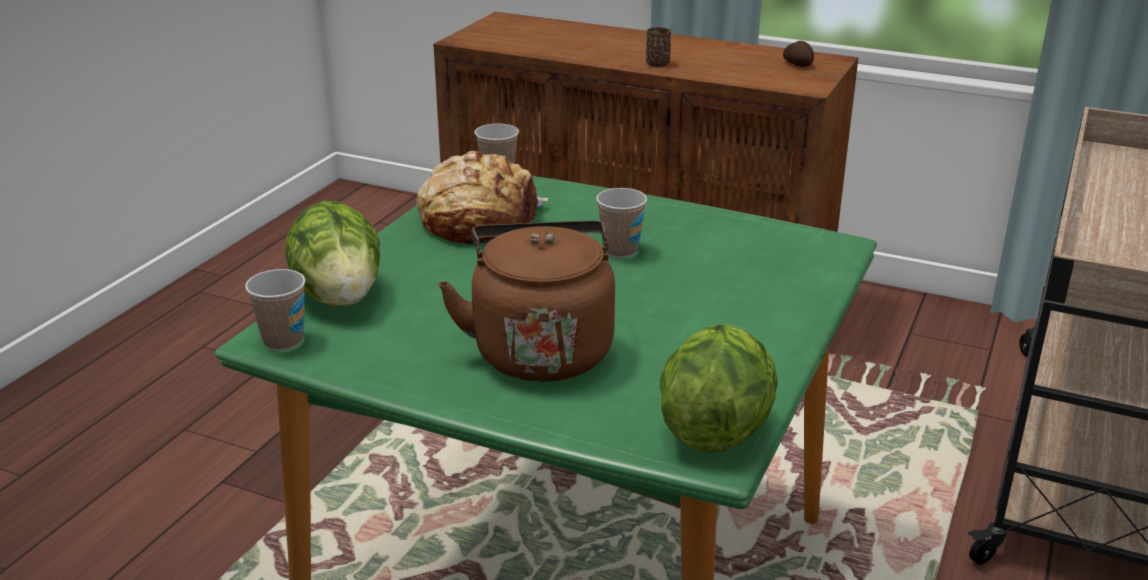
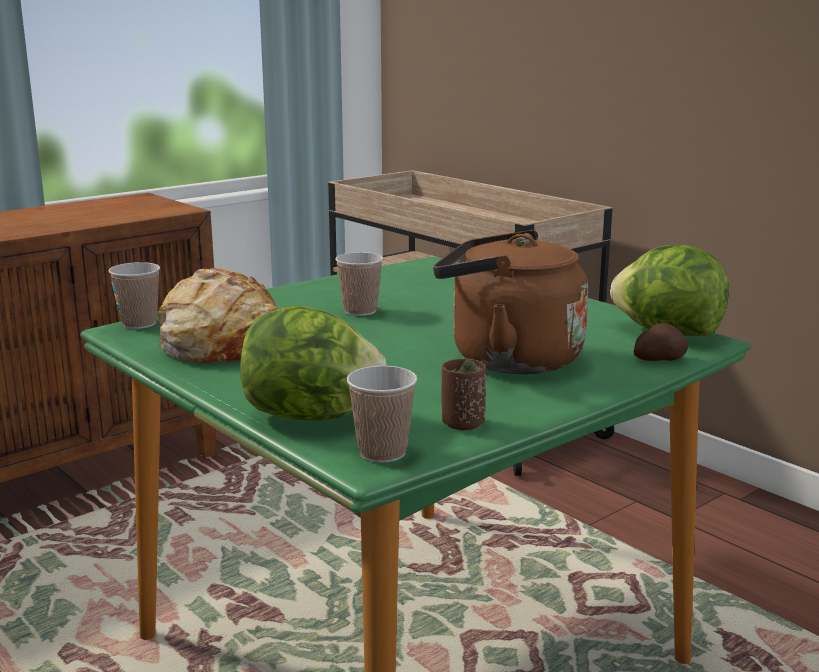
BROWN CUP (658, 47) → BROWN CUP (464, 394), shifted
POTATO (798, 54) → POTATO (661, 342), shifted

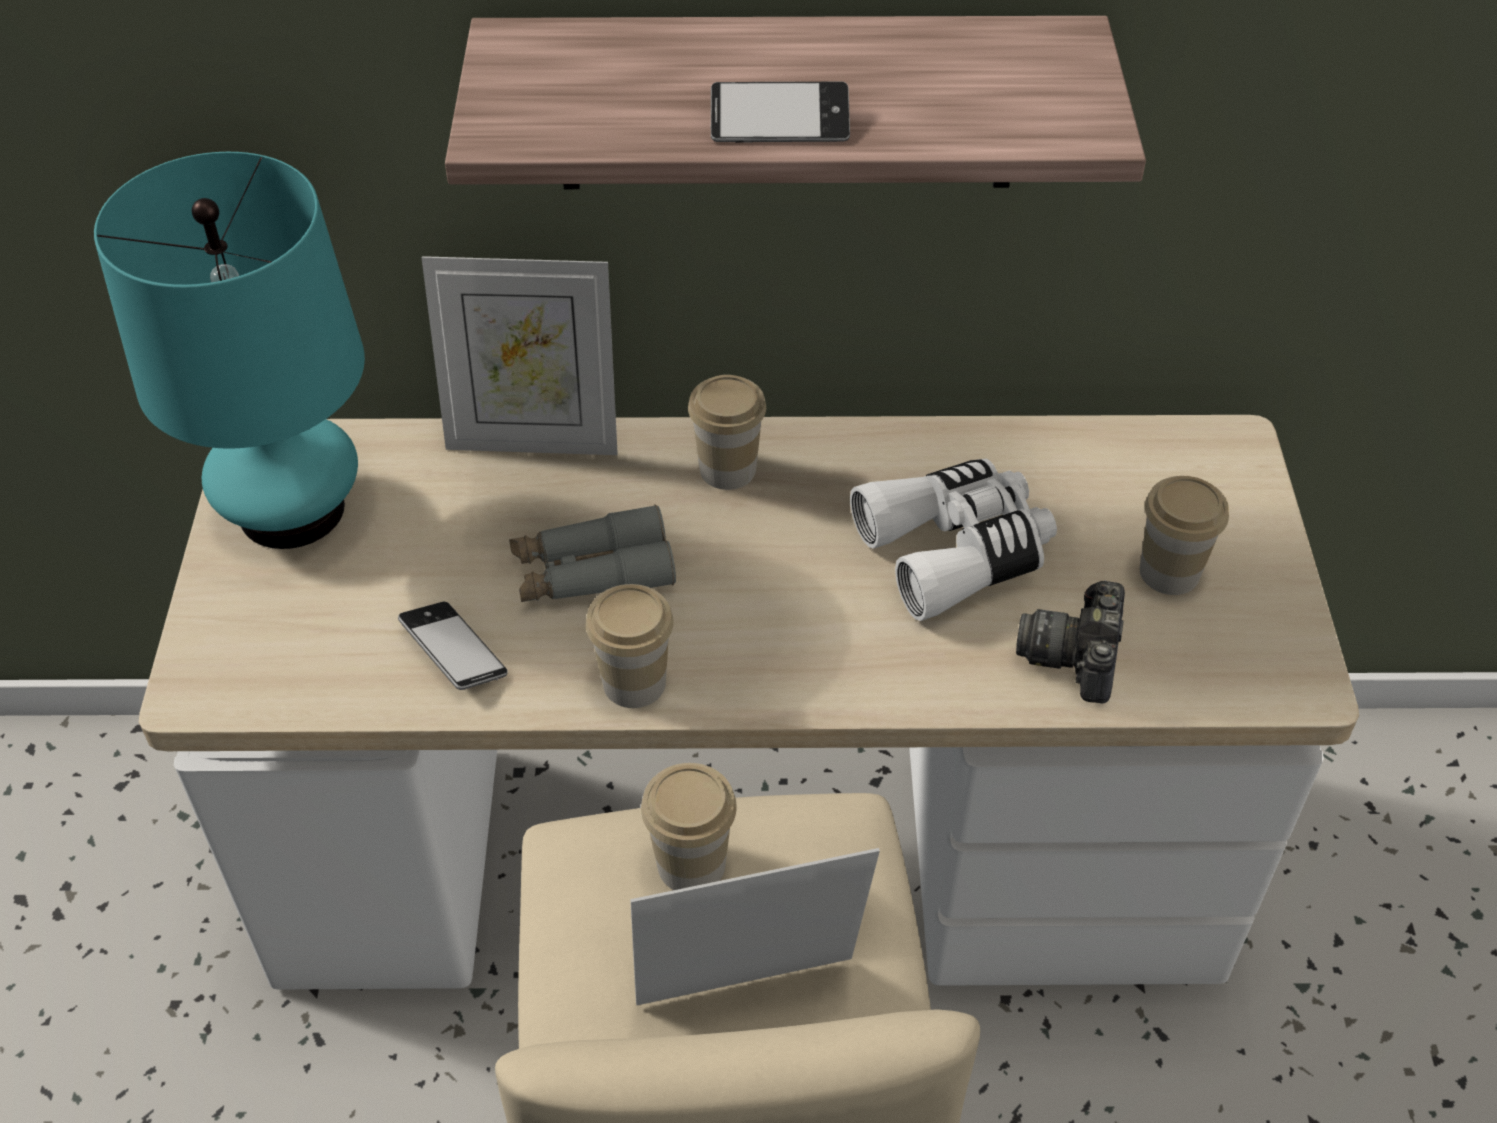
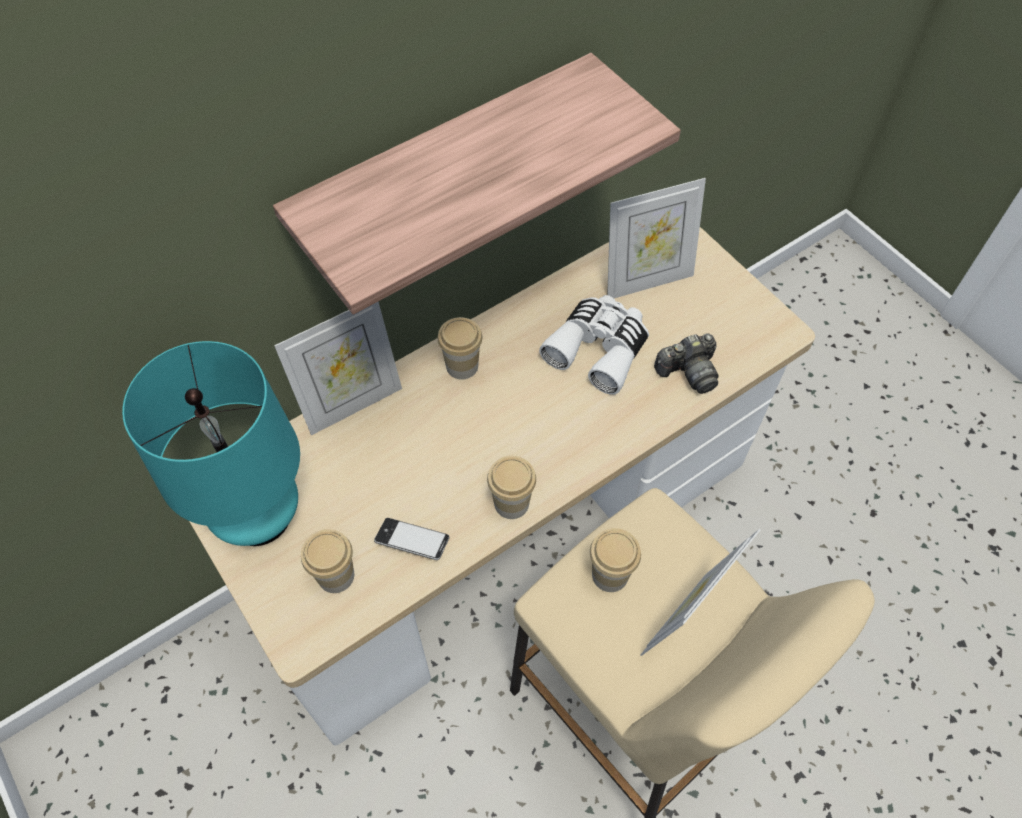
GREY BINOCULARS (592, 553) → -
PHONE (780, 112) → -
PHOTO CAMERA (1070, 642) → PHOTO CAMERA (686, 364), 90 degrees counterclockwise
CUP (1184, 535) → CUP (327, 561), shifted
- → PICTURE FRAME (656, 238)

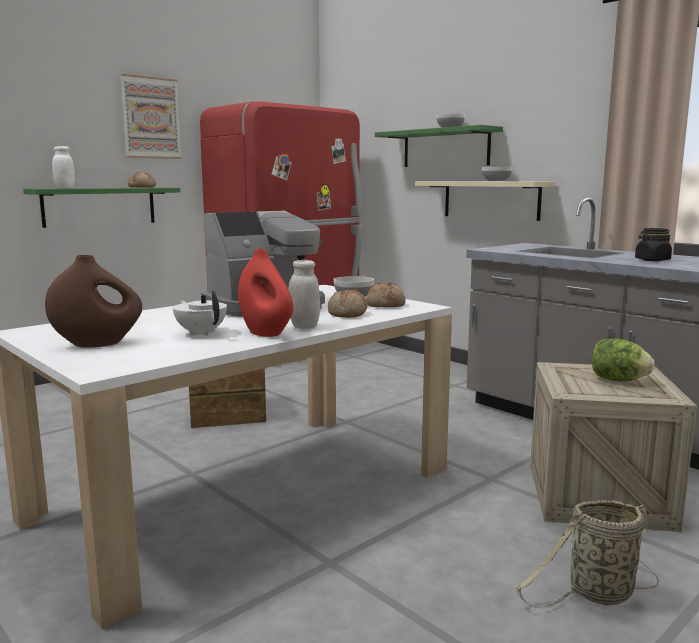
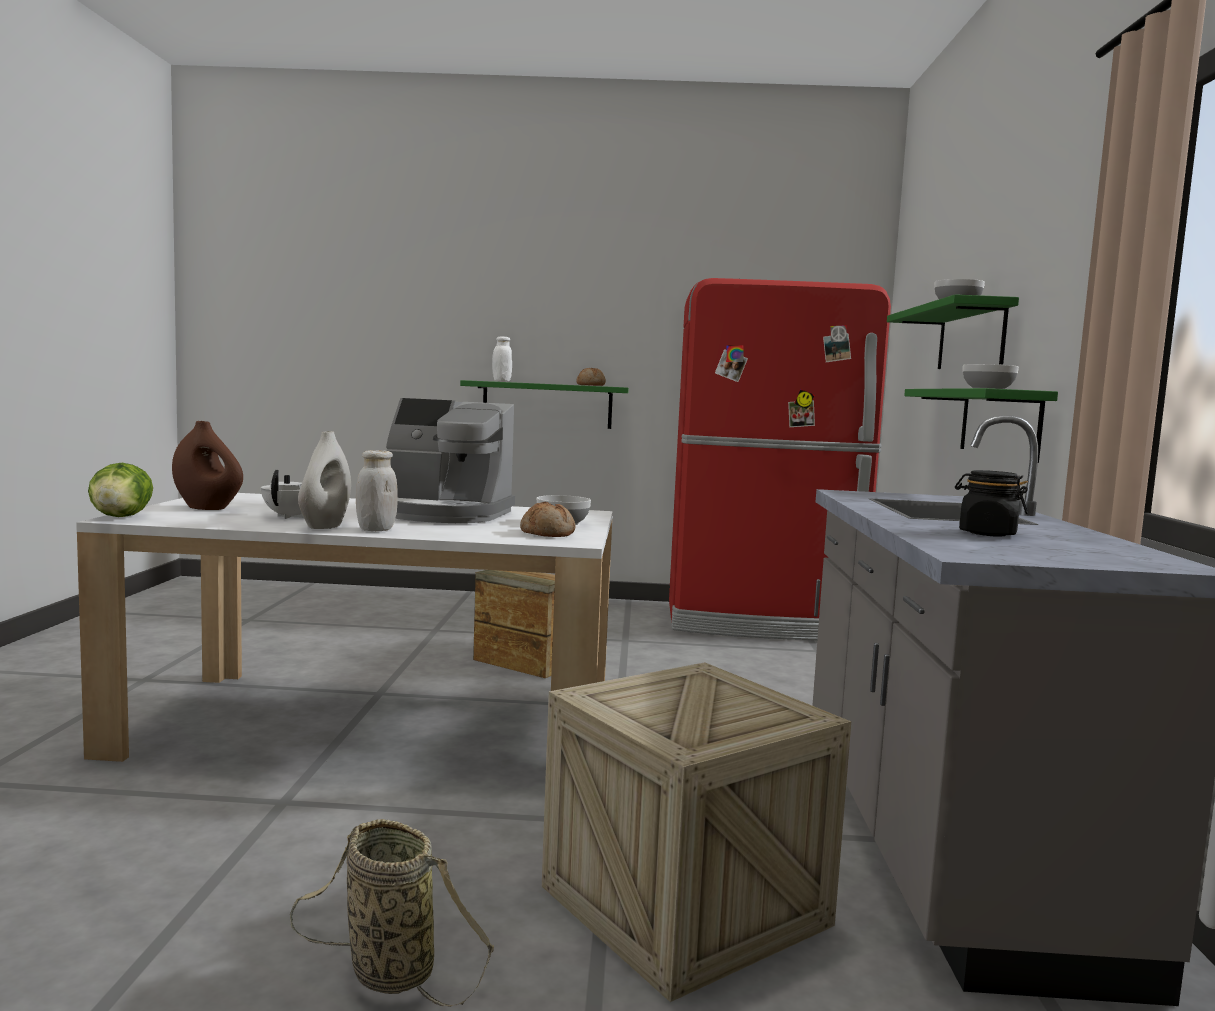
PICTURE (151, 116) → -
RED VASE (265, 293) → WHITE VASE (324, 480)
BREAD (347, 303) → -
BEIGE SHELF (485, 201) → GREEN SHELF (981, 425)
LETTUCE (623, 360) → LETTUCE (120, 490), shifted

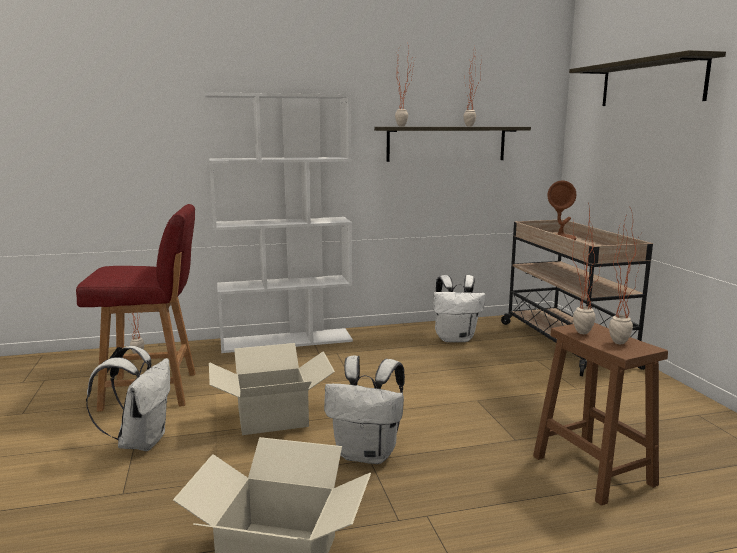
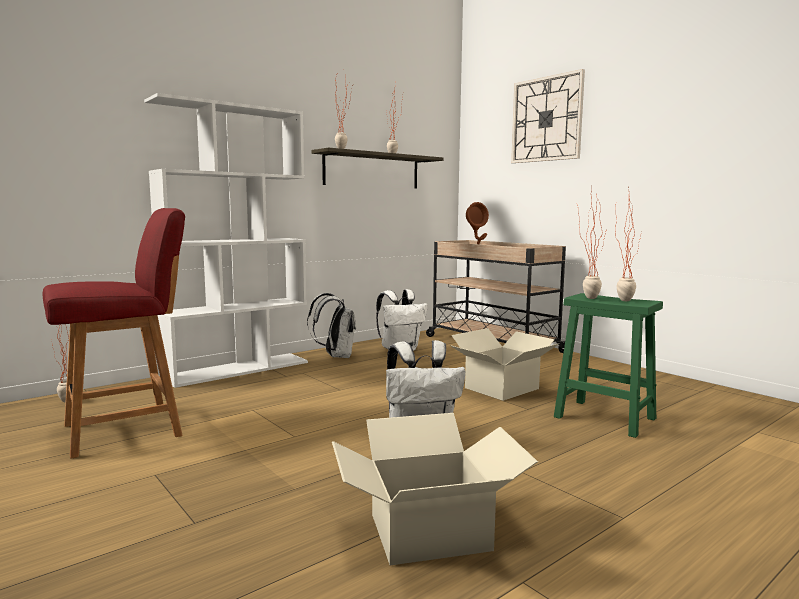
WHITE BACKPACK (128, 398) → WHITE BACKPACK (331, 325), shifted
CARDBOARD BOX (272, 389) → CARDBOARD BOX (504, 364), shifted
BROWN STOOL (600, 414) → GREEN STOOL (608, 365)
SHELF (647, 78) → WALL CLOCK (548, 116)

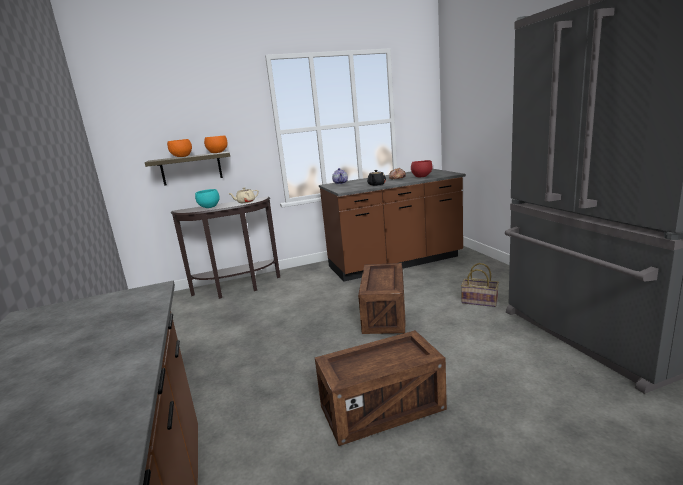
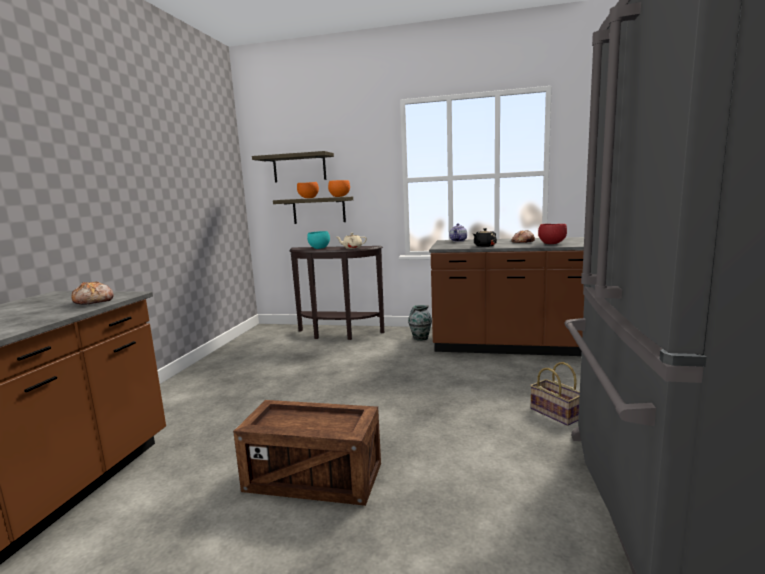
CRATE (382, 298) → -
- → BREAD (92, 293)
- → SHELF (293, 166)
- → VASE (420, 323)

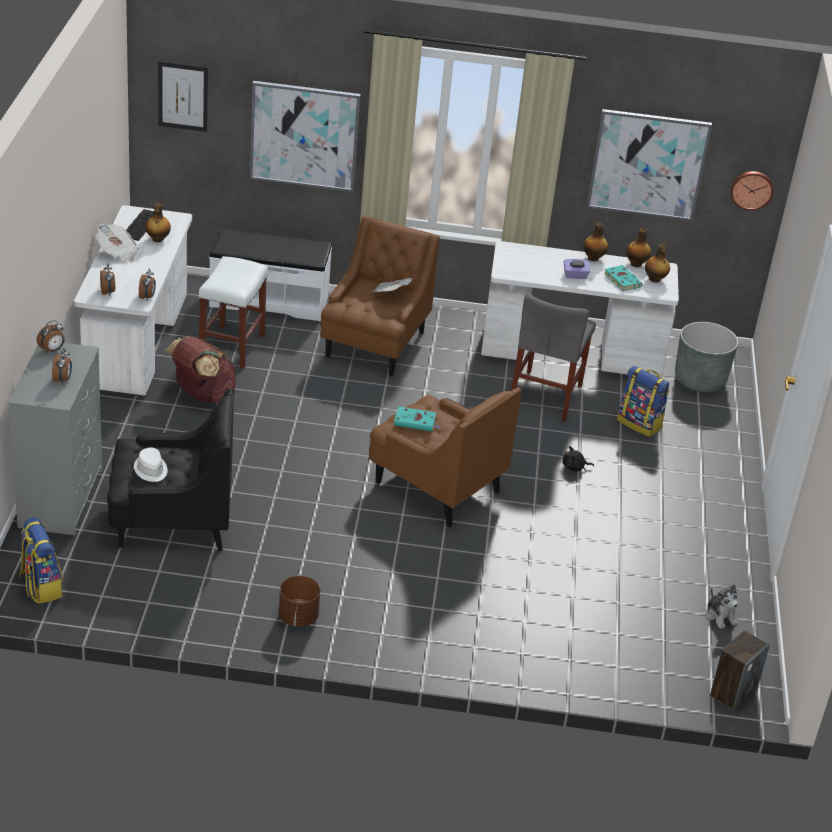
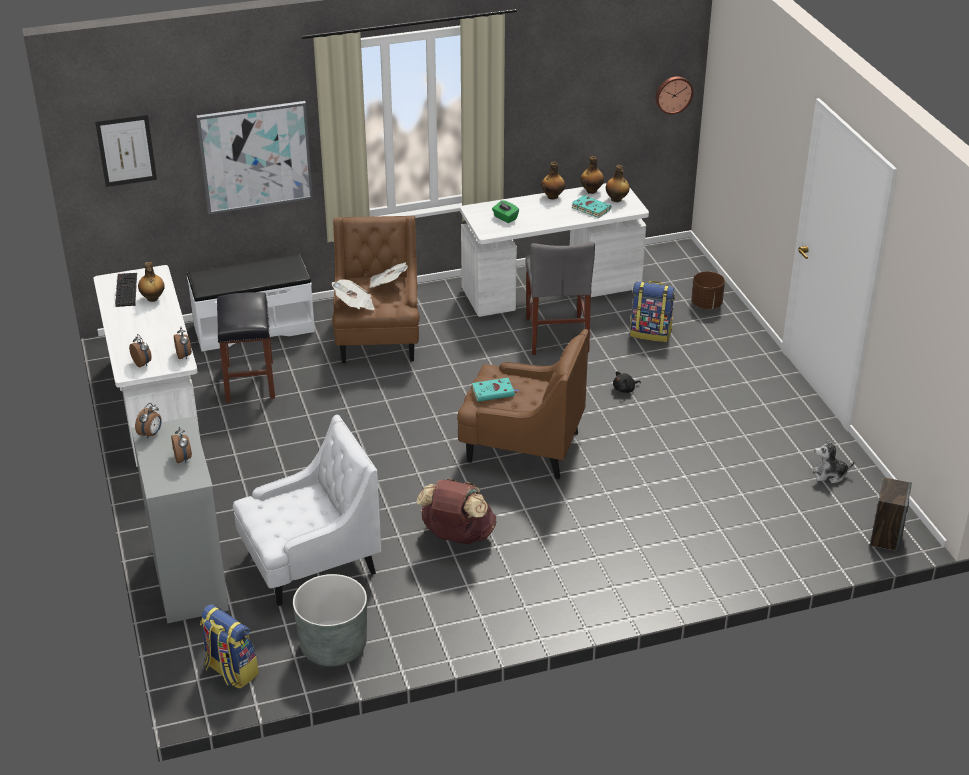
NEWSPAPER (117, 243) → NEWSPAPER (353, 294), shifted
BLACK ARMCHAIR (170, 469) → WHITE ARMCHAIR (307, 510)
WHITE HAT (151, 465) → -
BROWN BACKPACK (201, 369) → BROWN BACKPACK (456, 511), shifted
WHITE STOOL (233, 312) → BLACK STOOL (246, 347)
BROWN PLANTER (299, 601) → BROWN PLANTER (708, 290), shifted
PURPLE TISSUE BOX (577, 269) → -
PICTURE (649, 165) → -
GREY PLANTER (706, 357) → GREY PLANTER (330, 620), shifted
PLUSH TOY (722, 606) → PLUSH TOY (834, 460), 135 degrees clockwise
- → GREEN TISSUE BOX (505, 211)

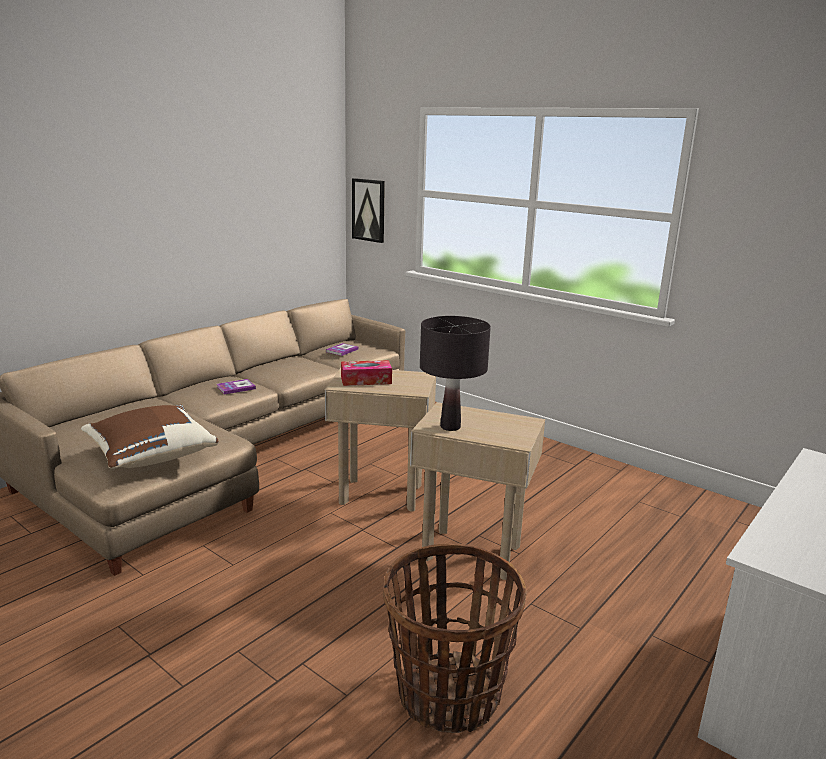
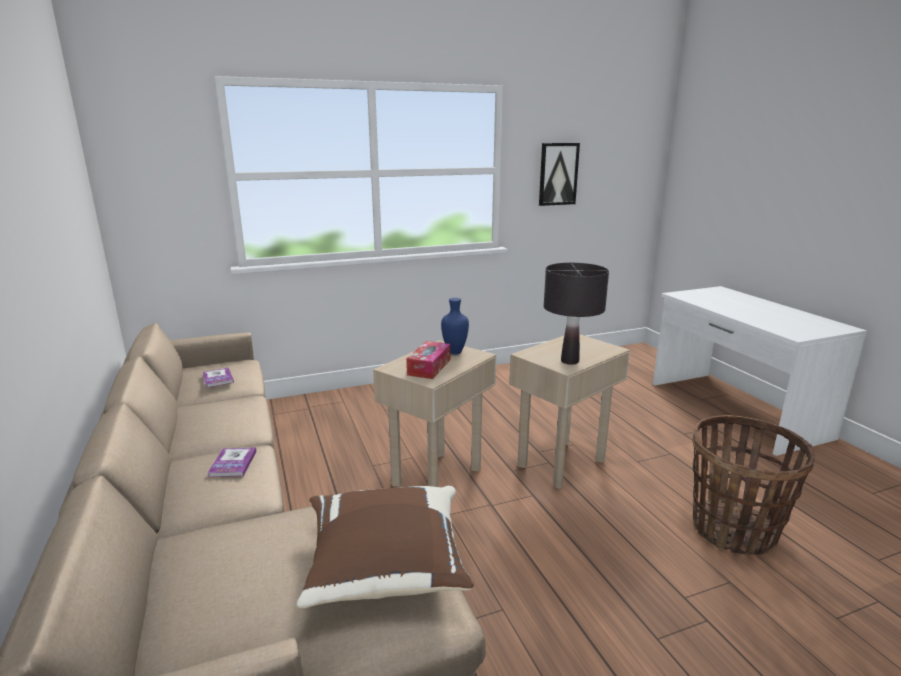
PICTURE (368, 210) → PICTURE (559, 174), shifted
- → BLUE VASE (455, 326)

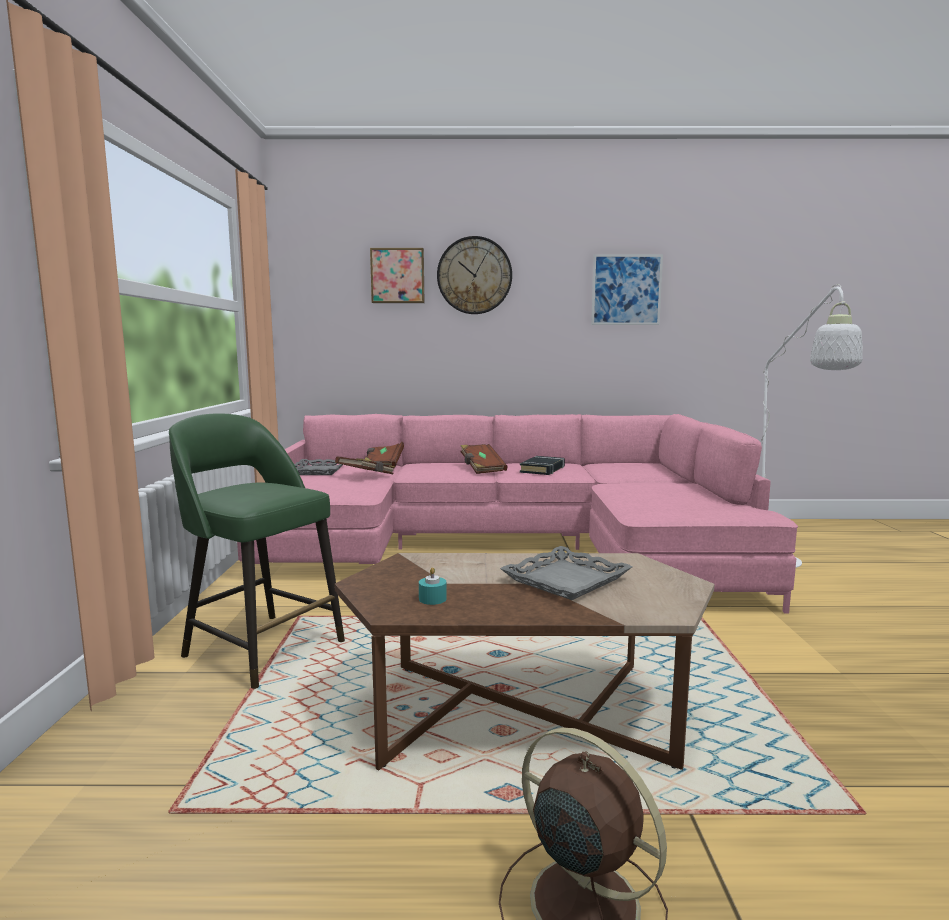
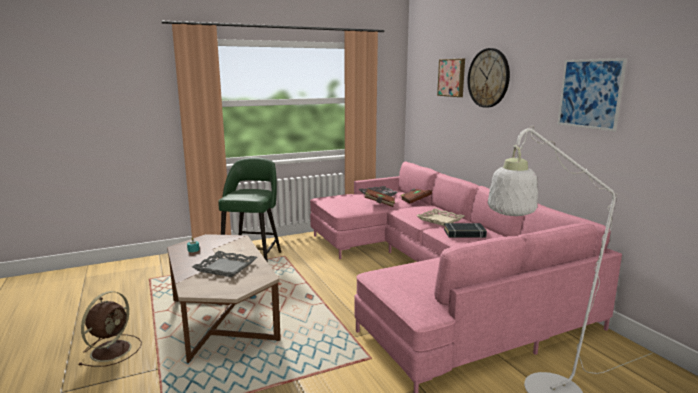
BROWN BOOK (484, 459) → BEIGE TRAY (440, 217)

